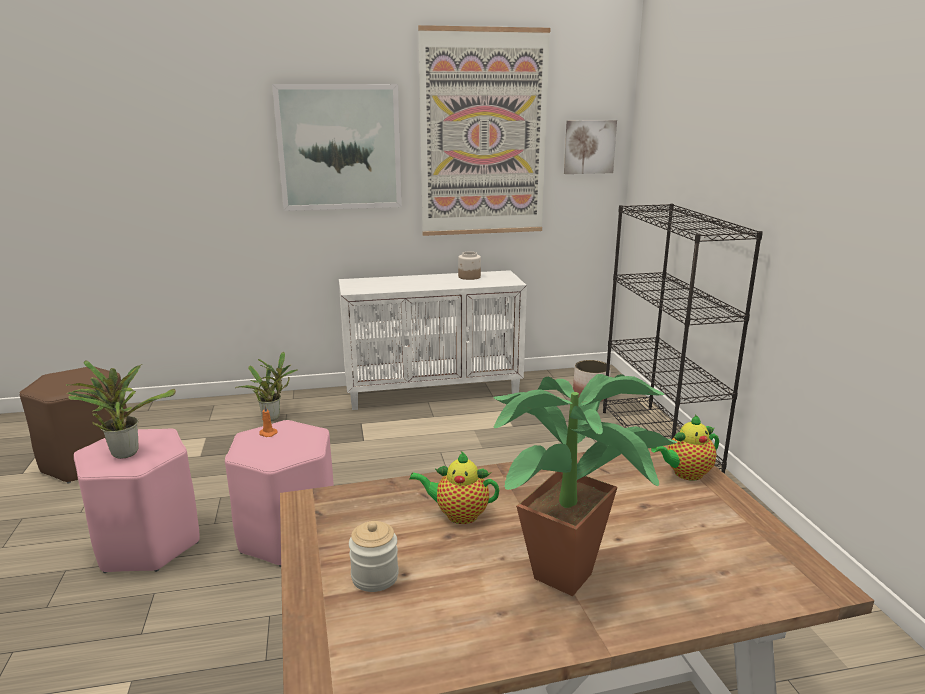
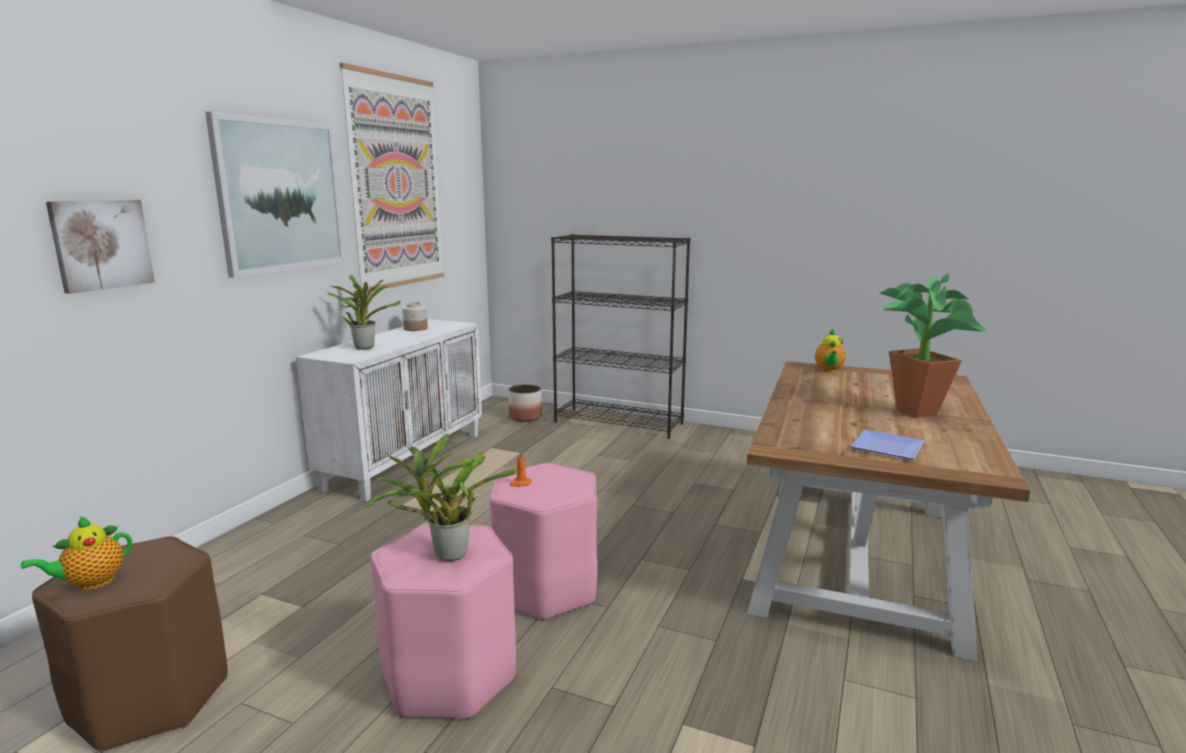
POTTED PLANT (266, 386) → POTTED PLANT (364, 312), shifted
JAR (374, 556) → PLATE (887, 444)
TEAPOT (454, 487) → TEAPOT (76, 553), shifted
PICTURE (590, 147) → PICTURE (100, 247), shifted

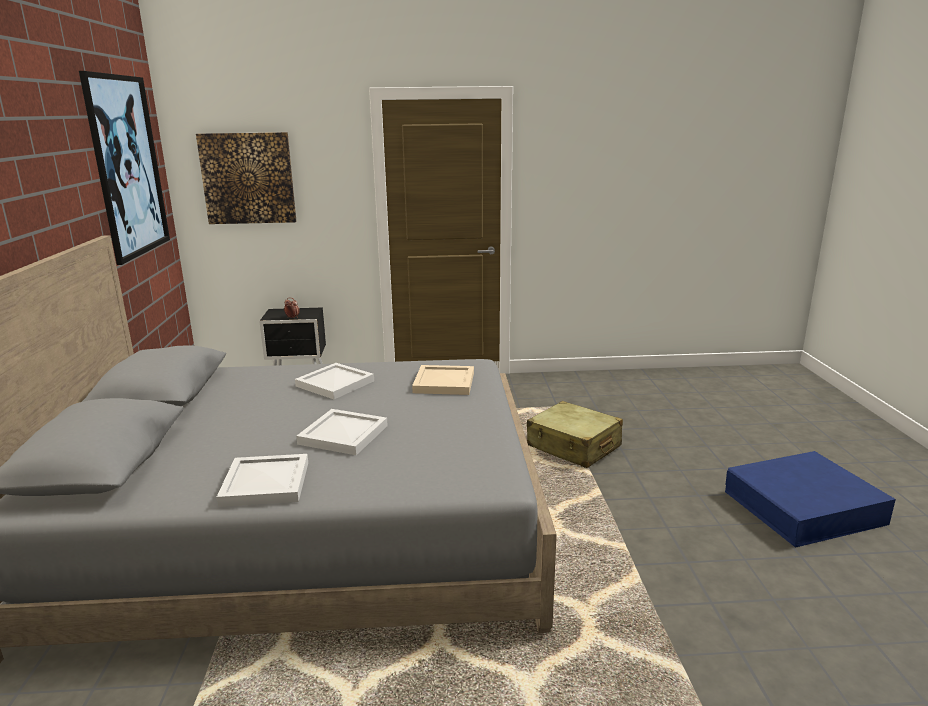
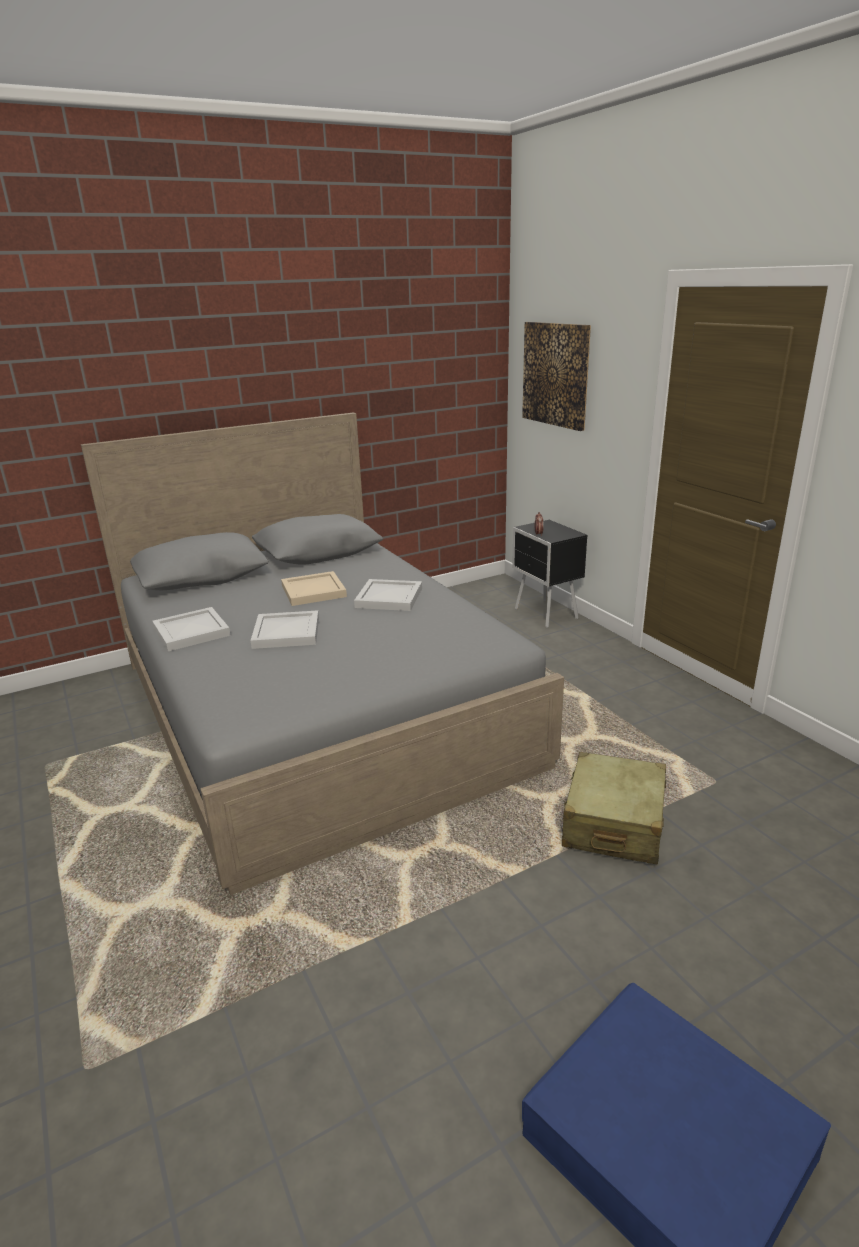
PICTURE (124, 168) → -
BEIGE TRAY (443, 380) → BEIGE TRAY (314, 588), shifted

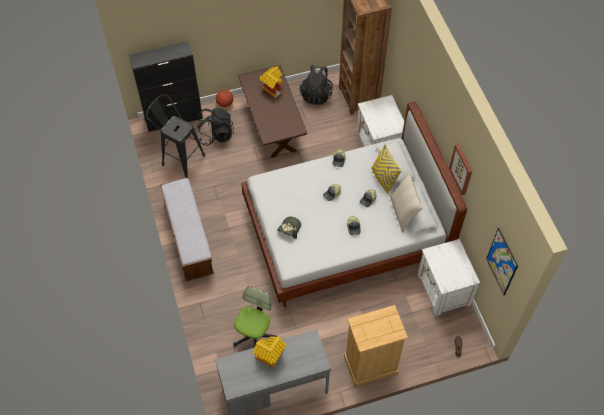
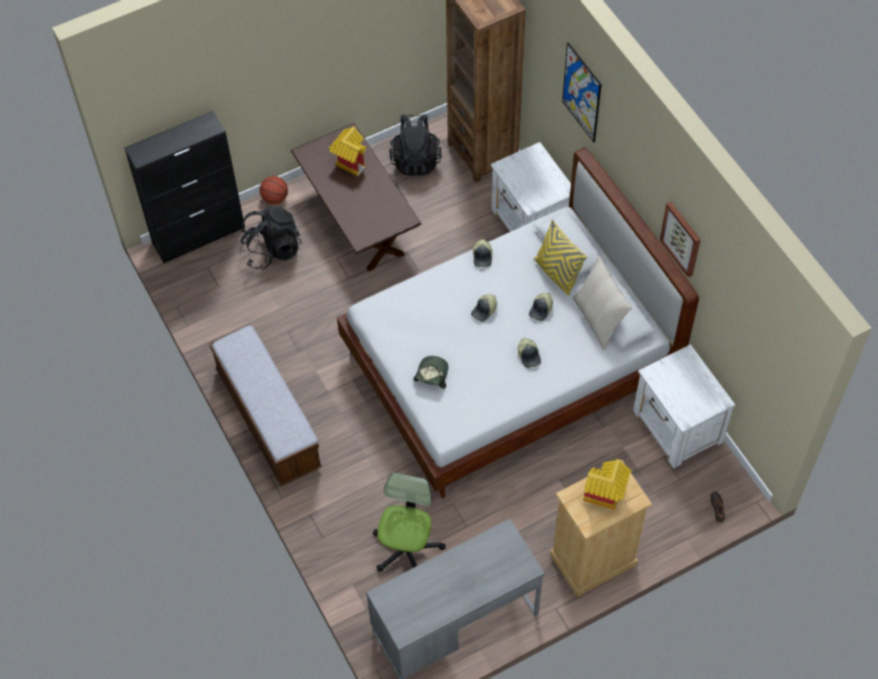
BLACK STOOL (175, 136) → -
TOY HOUSE (269, 352) → TOY HOUSE (607, 484), shifted
PICTURE (502, 261) → PICTURE (582, 92), shifted

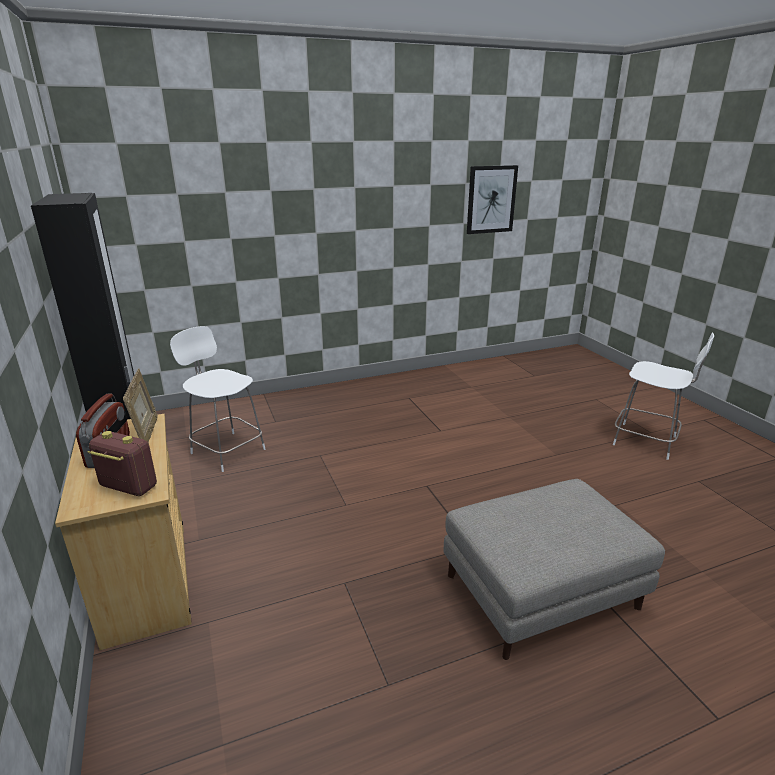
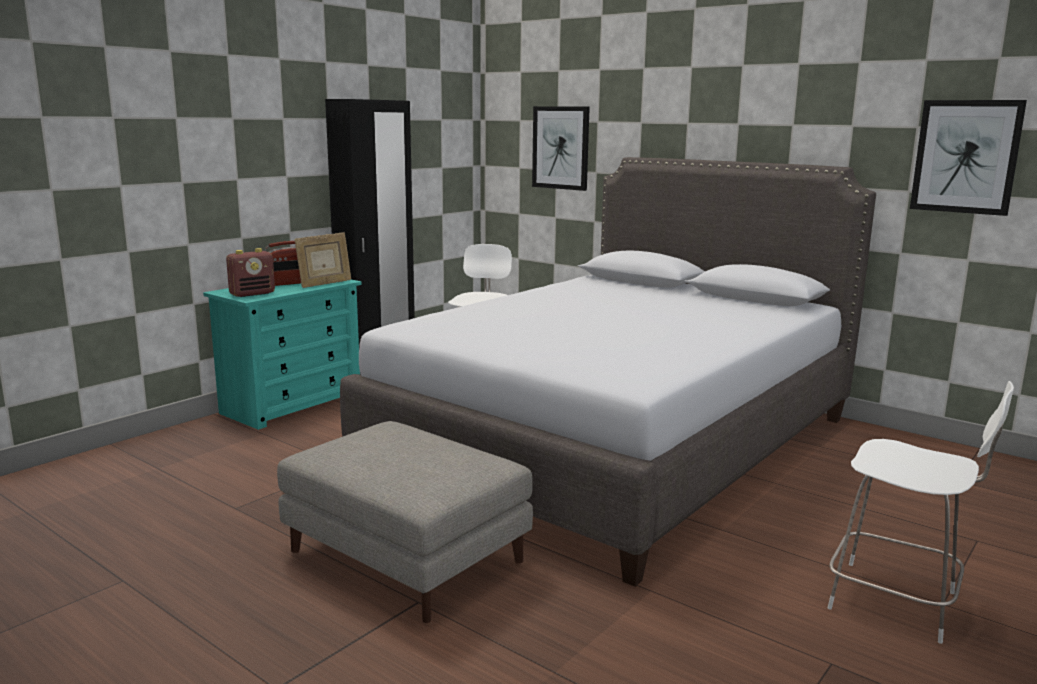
BEIGE DRESSER (123, 532) → TURQUOISE DRESSER (282, 355)
RADIO (122, 463) → RADIO (250, 272), 60 degrees clockwise
WHITE CHAIR (663, 396) → WHITE CHAIR (921, 512), 60 degrees counterclockwise
- → GREY BED (608, 372)
- → PICTURE (561, 148)

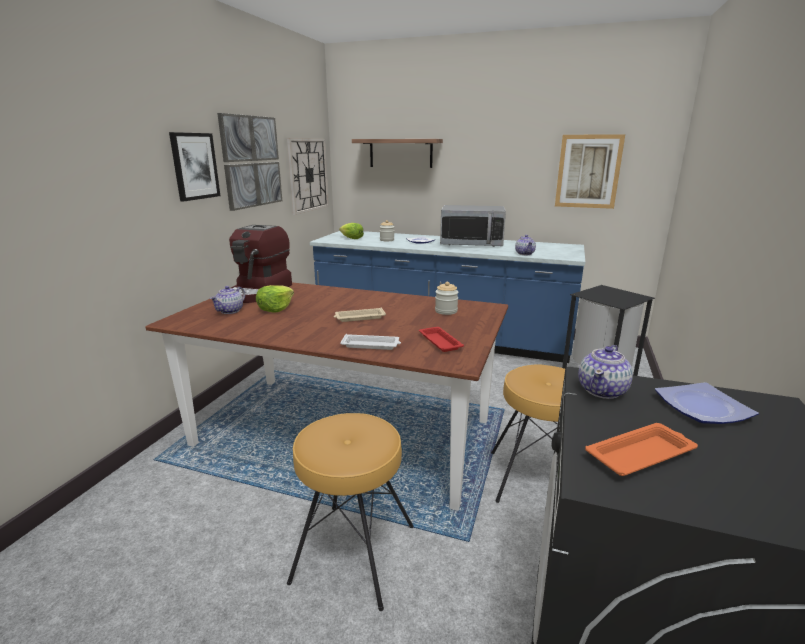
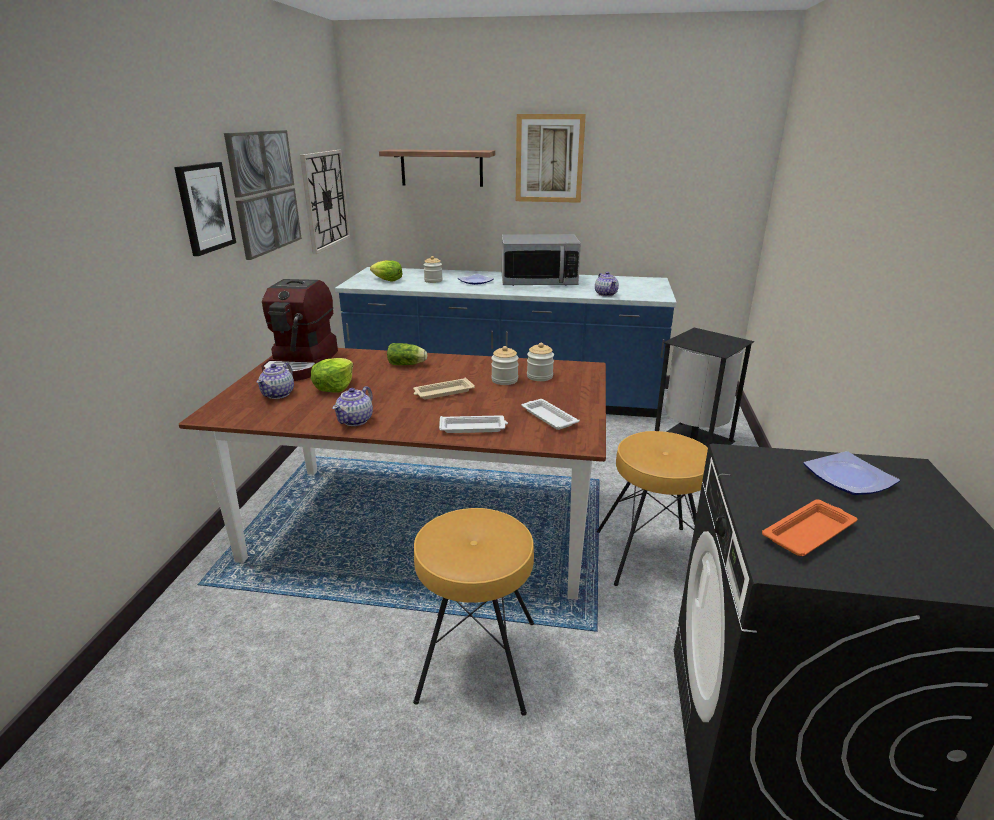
RED TRAY (441, 339) → WHITE TRAY (550, 414)
PICTURE (590, 171) → PICTURE (551, 158), shifted
TEAPOT (605, 372) → TEAPOT (352, 406), shifted
- → LETTUCE (407, 354)
- → JAR (505, 365)

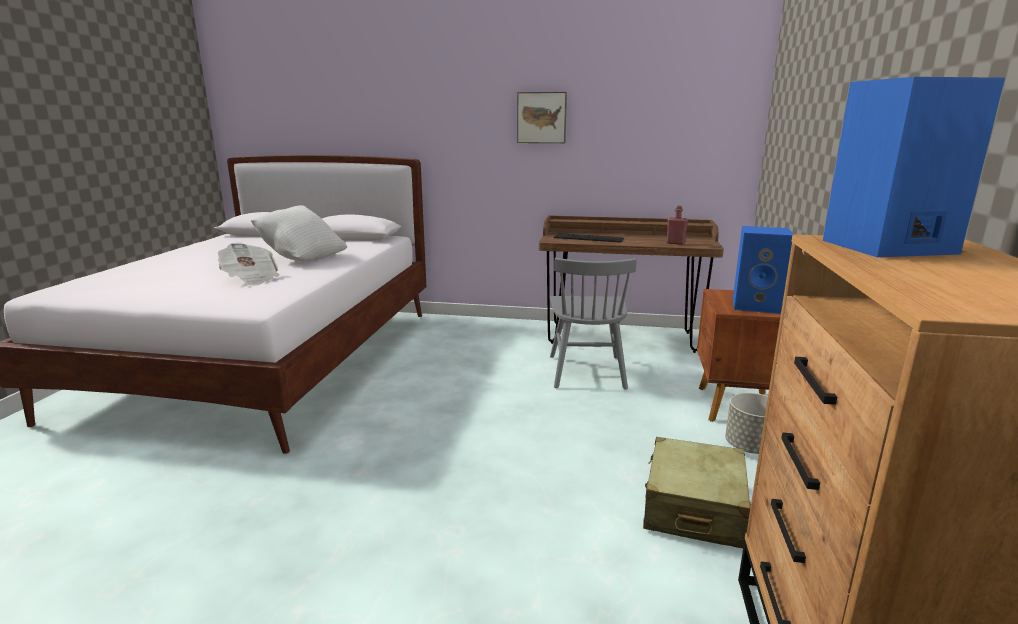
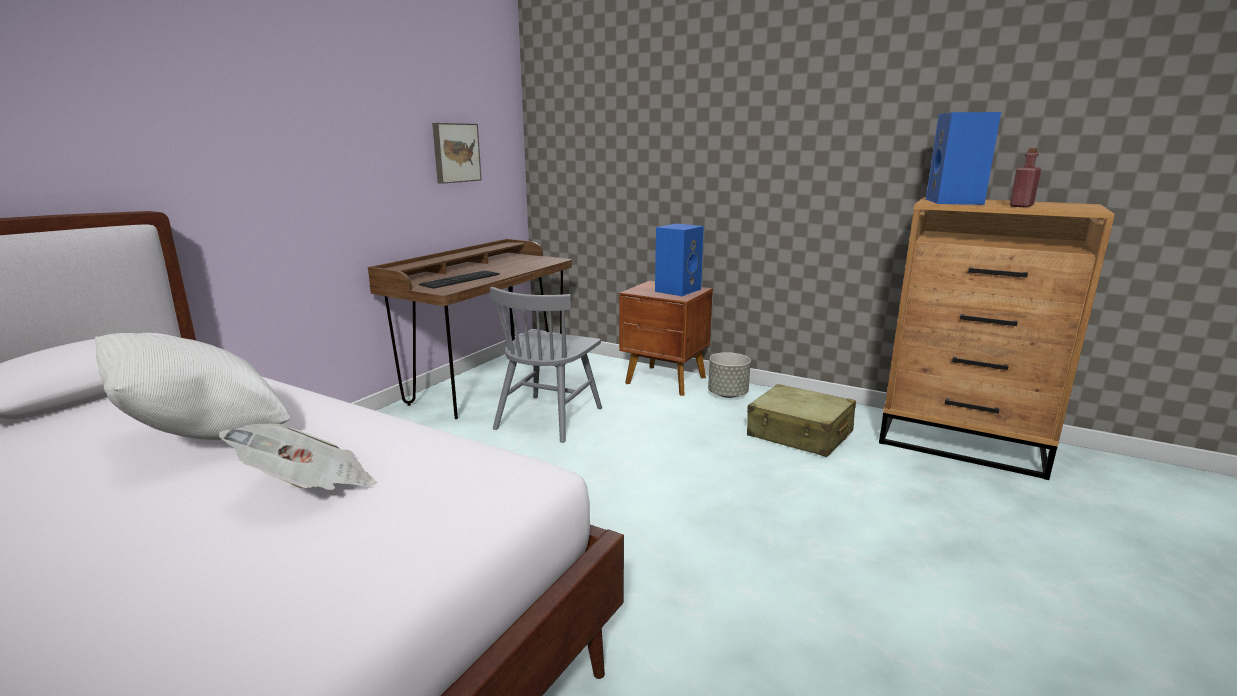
PICTURE (542, 117) → PICTURE (457, 153), shifted
GREY CHAIR (593, 323) → GREY CHAIR (546, 365), 90 degrees clockwise
RED BOTTLE (677, 225) → RED BOTTLE (1025, 177), shifted

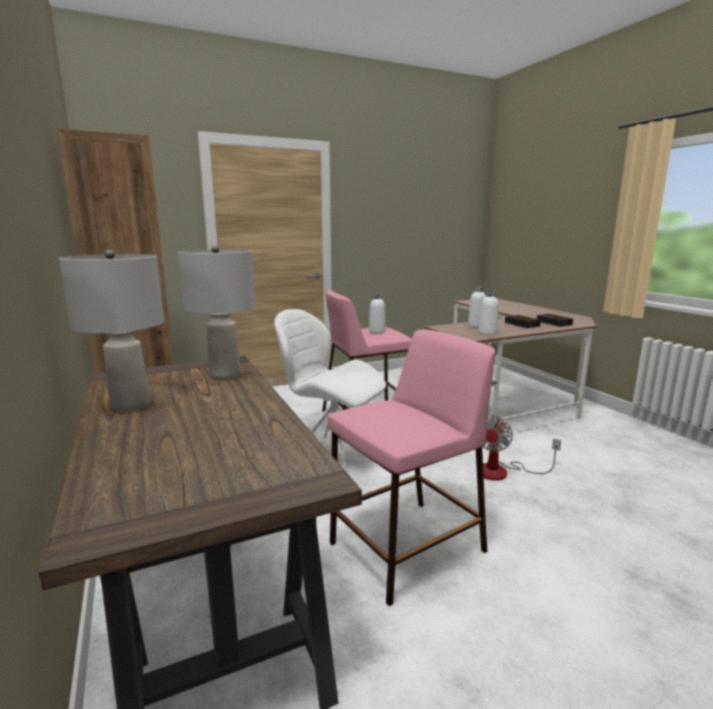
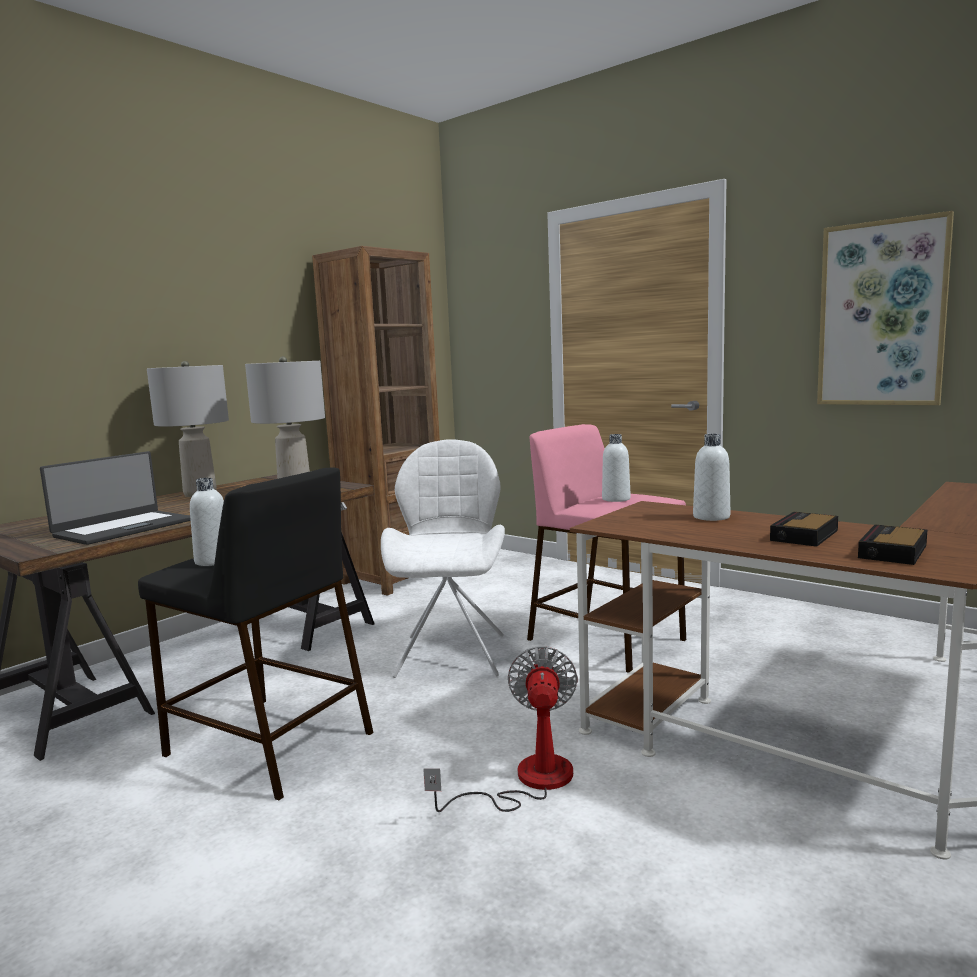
PINK STOOL (411, 467) → BLACK STOOL (255, 634)
WHITE BOTTLE (489, 312) → WHITE BOTTLE (207, 522), shifted
FAN (521, 448) → FAN (500, 729), 90 degrees clockwise
- → LAPTOP (115, 498)
- → PICTURE (885, 308)

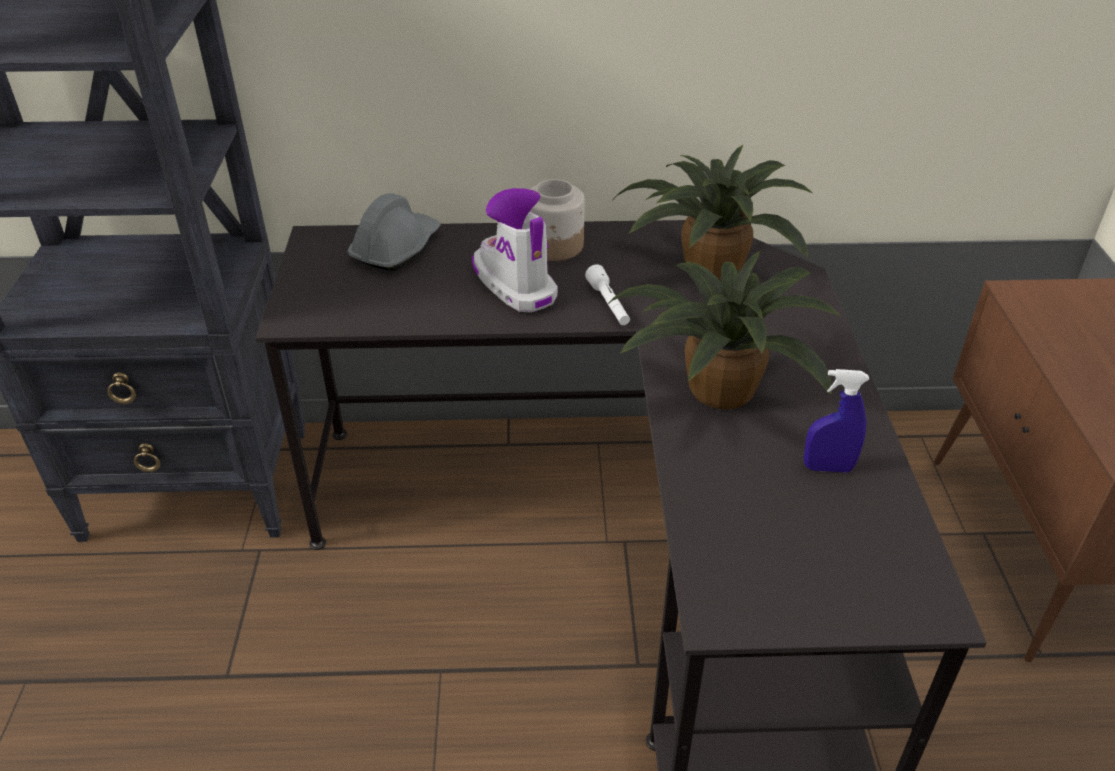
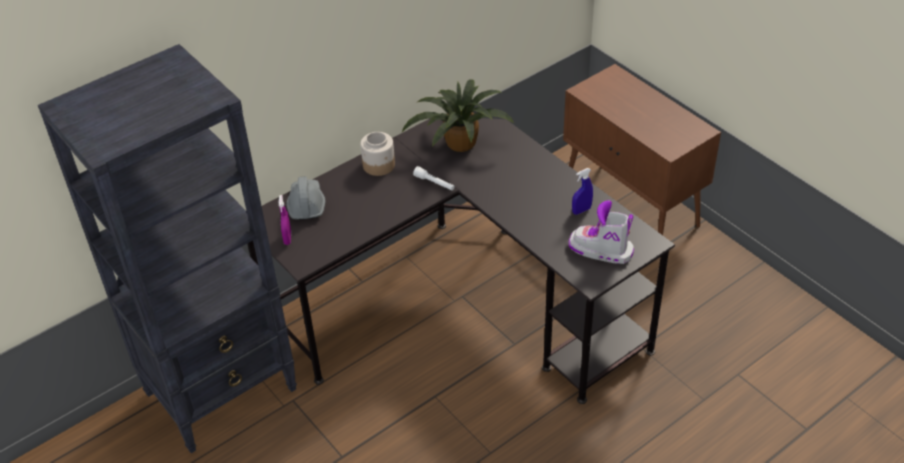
BOOT (515, 250) → BOOT (601, 232), shifted
POTTED PLANT (723, 330) → -
- → PURPLE SPRAY BOTTLE (285, 220)

